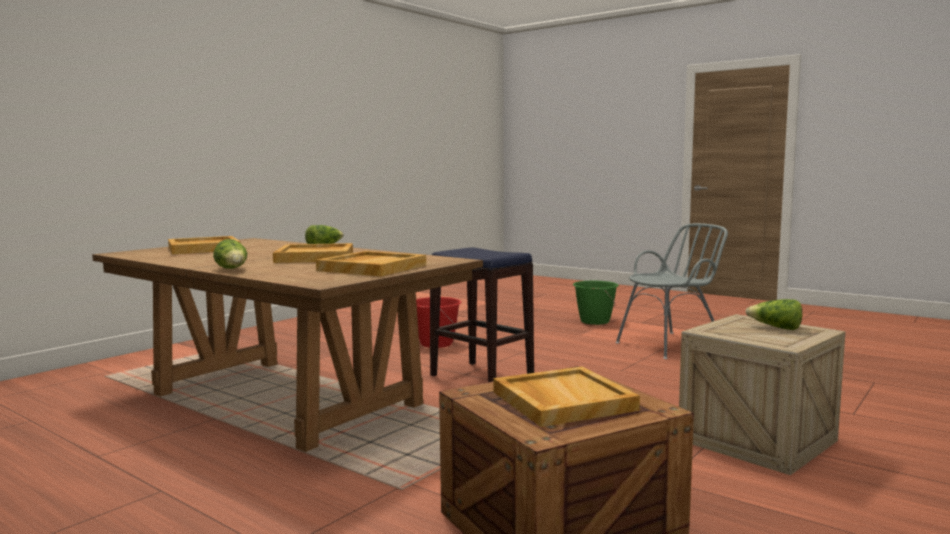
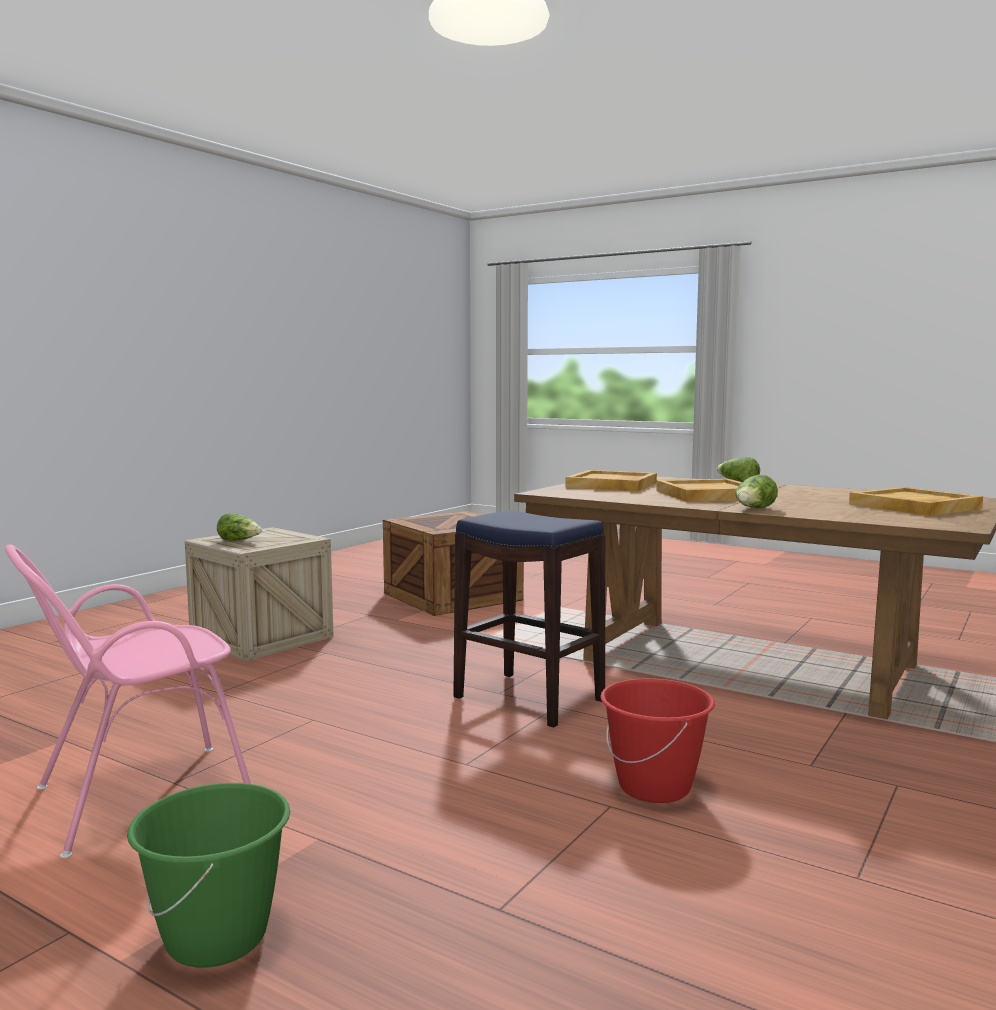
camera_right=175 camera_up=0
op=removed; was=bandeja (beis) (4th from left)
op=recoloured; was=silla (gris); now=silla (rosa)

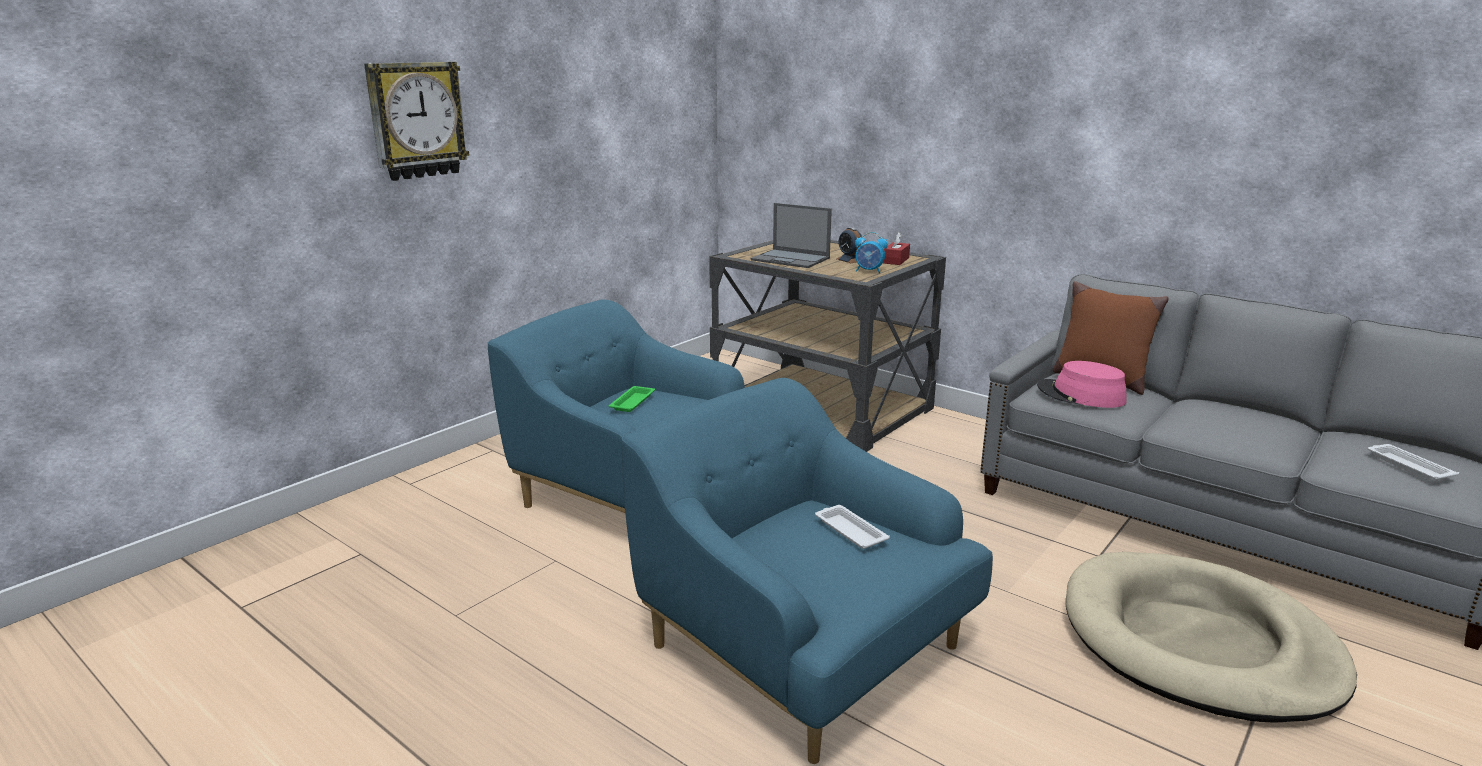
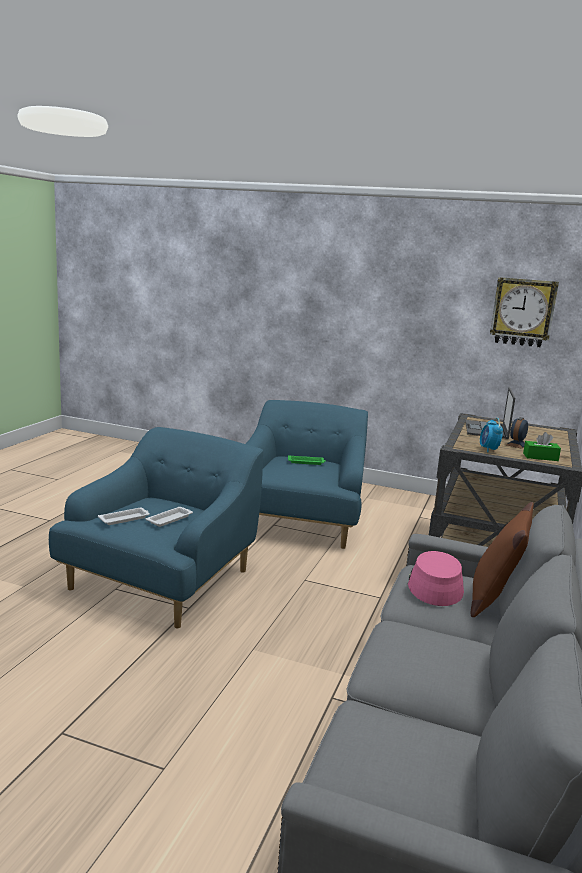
camera_right=70 camera_up=-5
op=moved; was=reloj de pared
op=recoloured; was=caja de pañuelos (rojo); now=caja de pañuelos (verde)
op=removed; was=cama para perro (beis)
op=moved; was=bandeja (blanco) (2nd from left in the first image); now=bandeja (blanco) (1st from left)

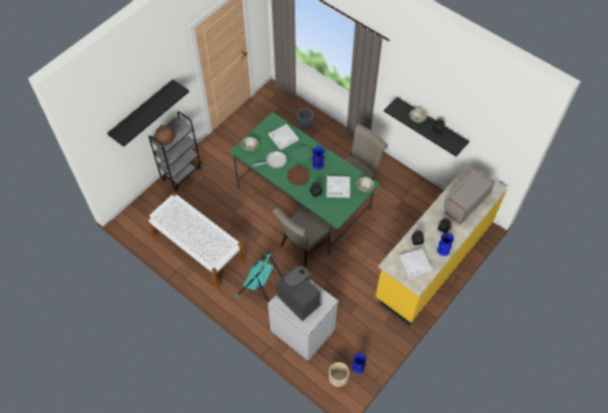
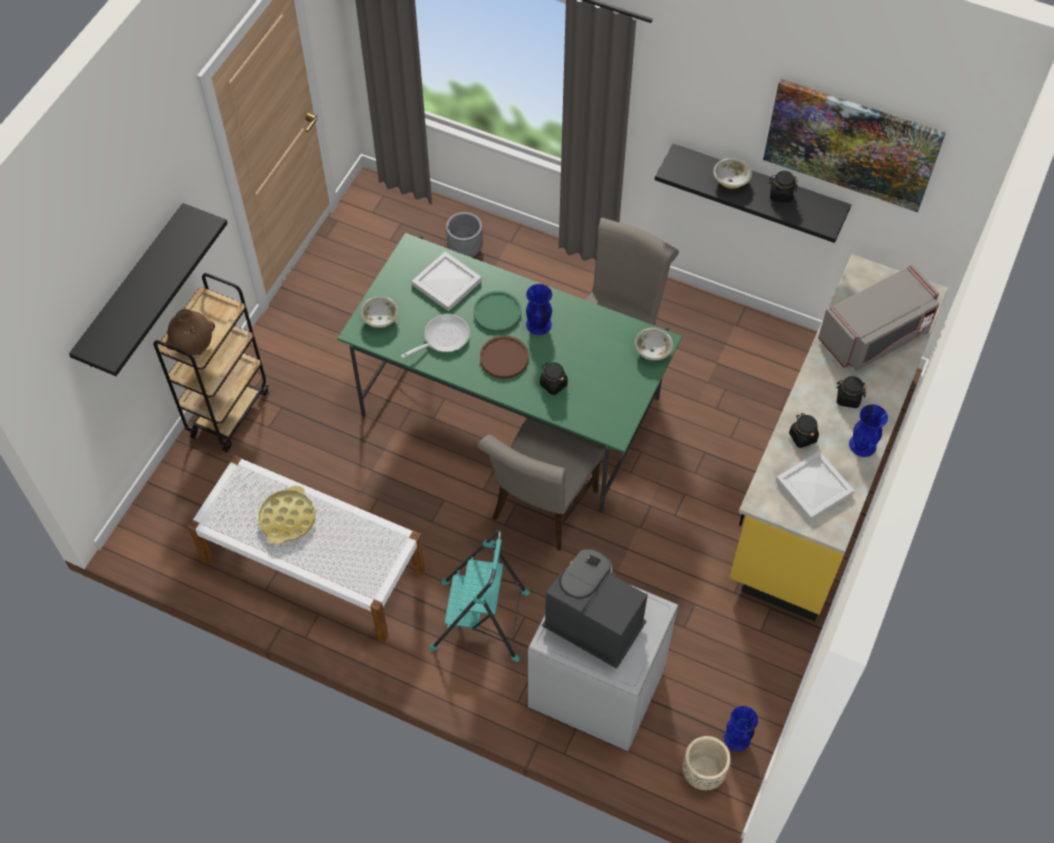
camera_right=-15 camera_up=0
op=recoloured; was=carrito (gris); now=carrito (marrón)
op=removed; was=bandeja (blanco) (2nd from left)
op=turned; was=microondas (gris); clockwise=-150
op=added; now=bandeja (amarillo)
op=added; now=cuadro

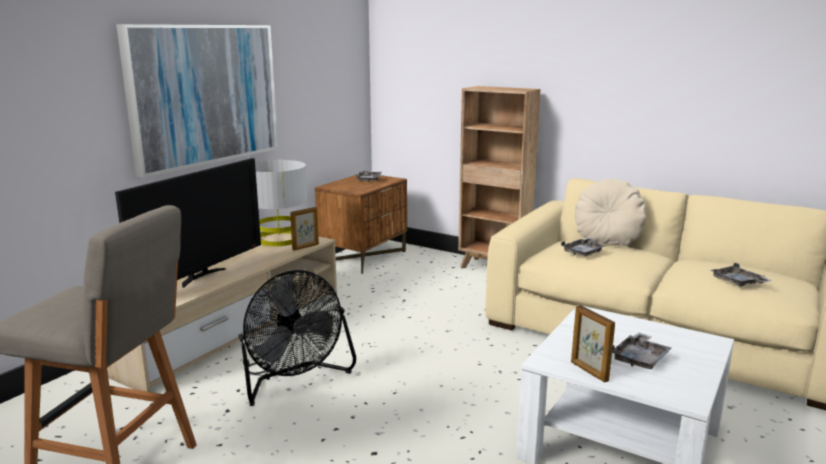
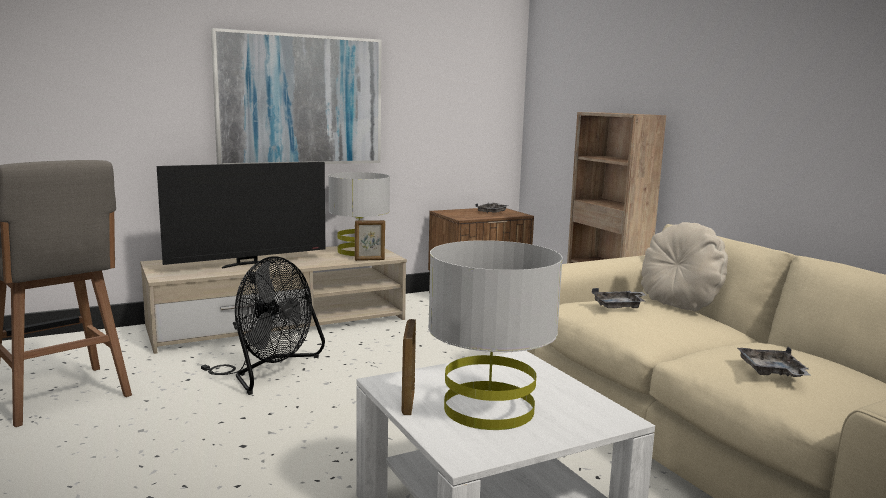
camera_right=30 camera_up=-5
op=turned; was=ventilador (negro); clockwise=-60
op=replaced; was=bandeja (gris) (3rd from left); now=lámpara de mesa (gris) (2nd from left)

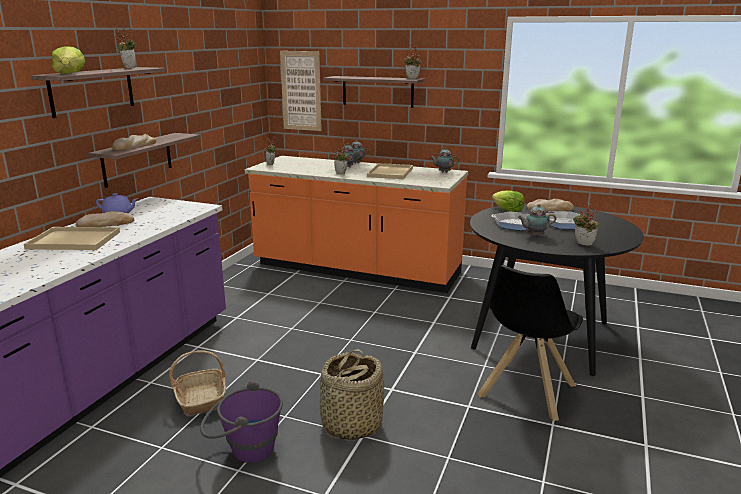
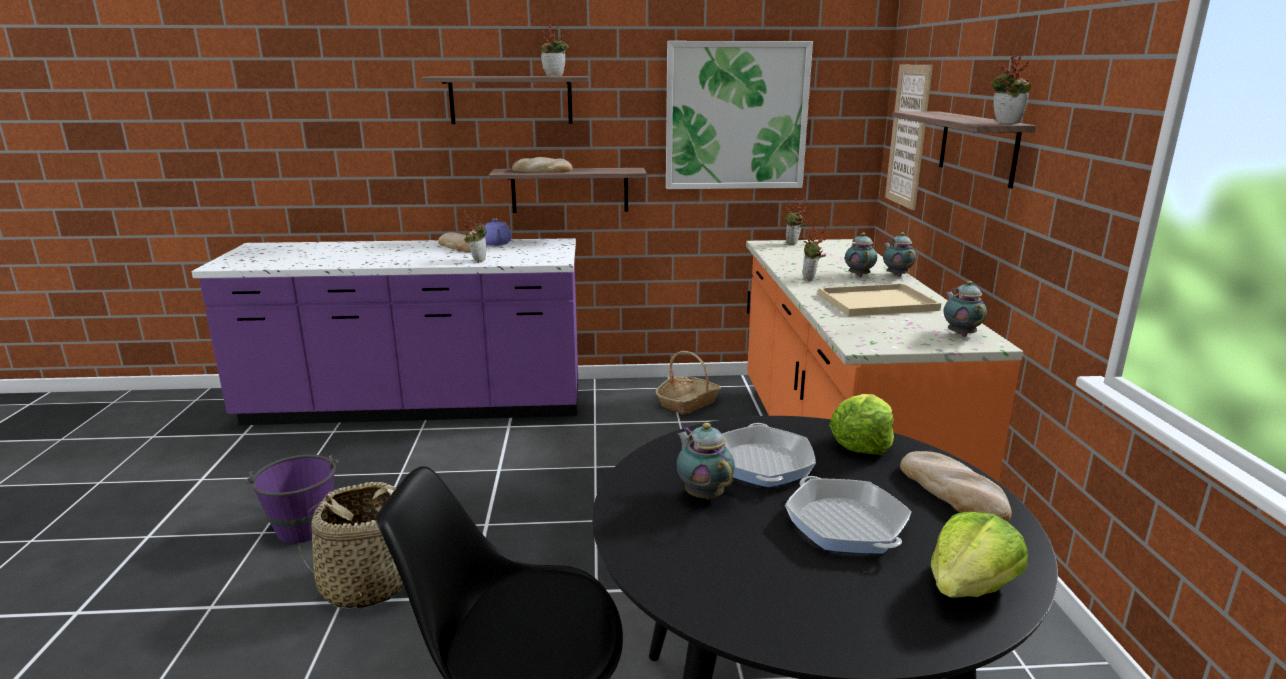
camera_right=65 camera_up=0
op=removed; was=bandeja (beis) (1st from left)
op=moved; was=lechuga (1st from left in the first image); now=lechuga (2nd from left)
op=moved; was=cesta (1st from left in the first image); now=cesta (2nd from left)
op=moved; was=planta en maceta (5th from left in the first image); now=planta en maceta (1st from left)
op=added; now=cuadro (1st from left)

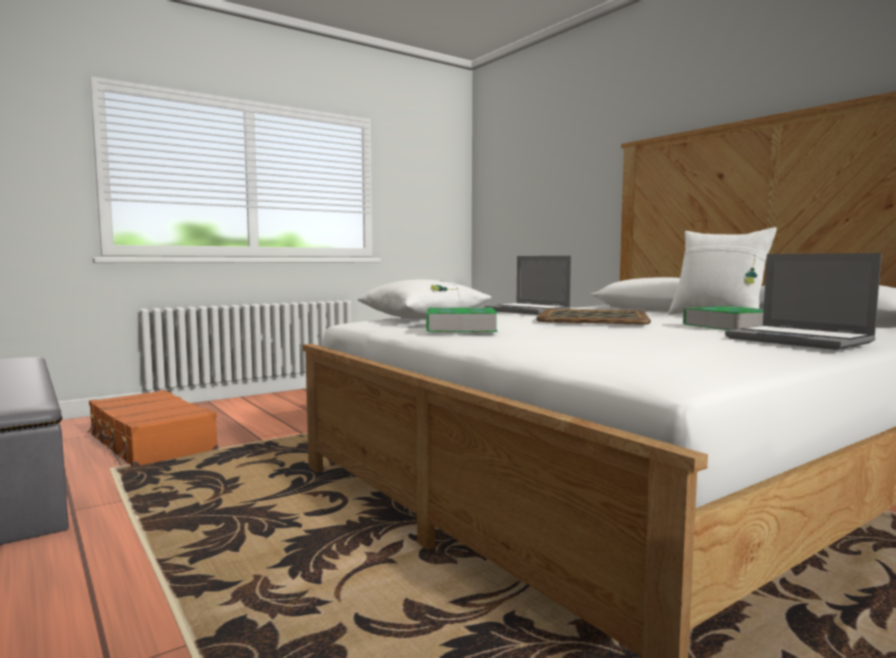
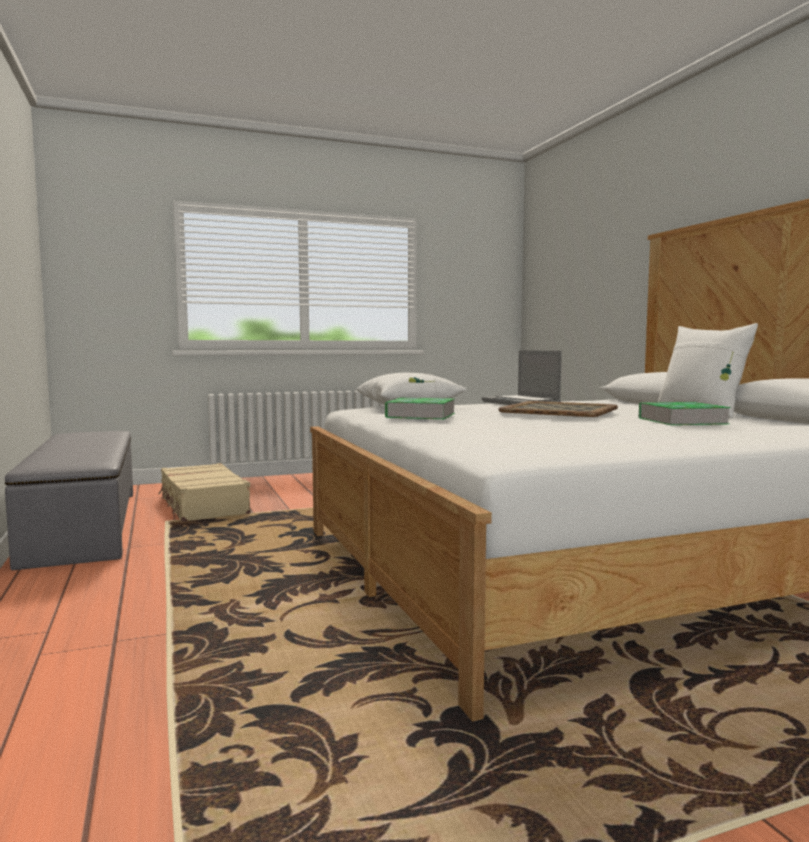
camera_right=15 camera_up=0
op=recoloured; was=maleta (naranja); now=maleta (beis)
op=removed; was=portátil (2nd from left)

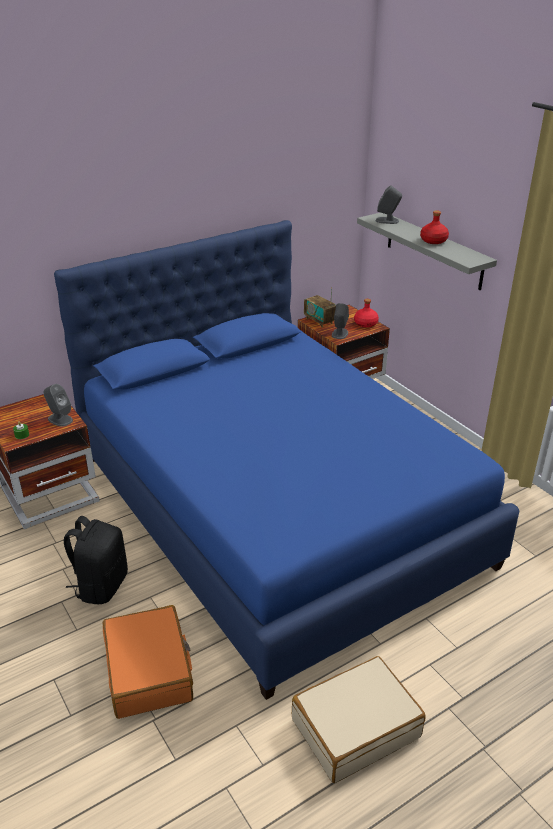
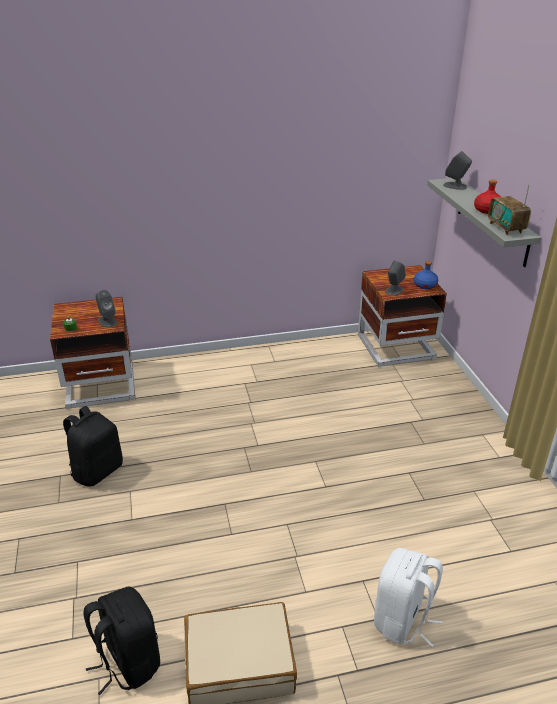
camera_right=20 camera_up=0
op=removed; was=cama (azul)
op=removed; was=maleta (naranja)
op=moved; was=radio
op=recoloured; was=botella (rojo) (1st from left); now=botella (azul)
op=added; now=mochila (negro) (2nd from left)
op=added; now=mochila (blanco)

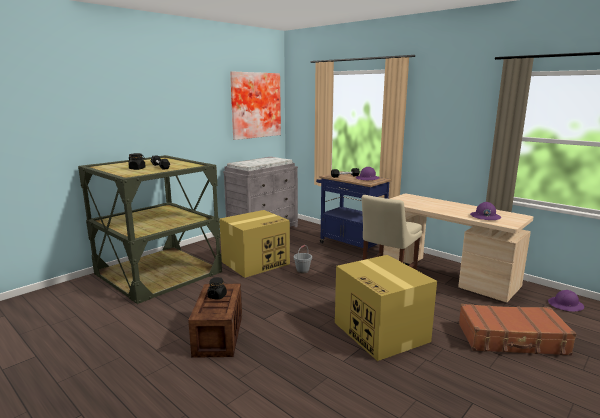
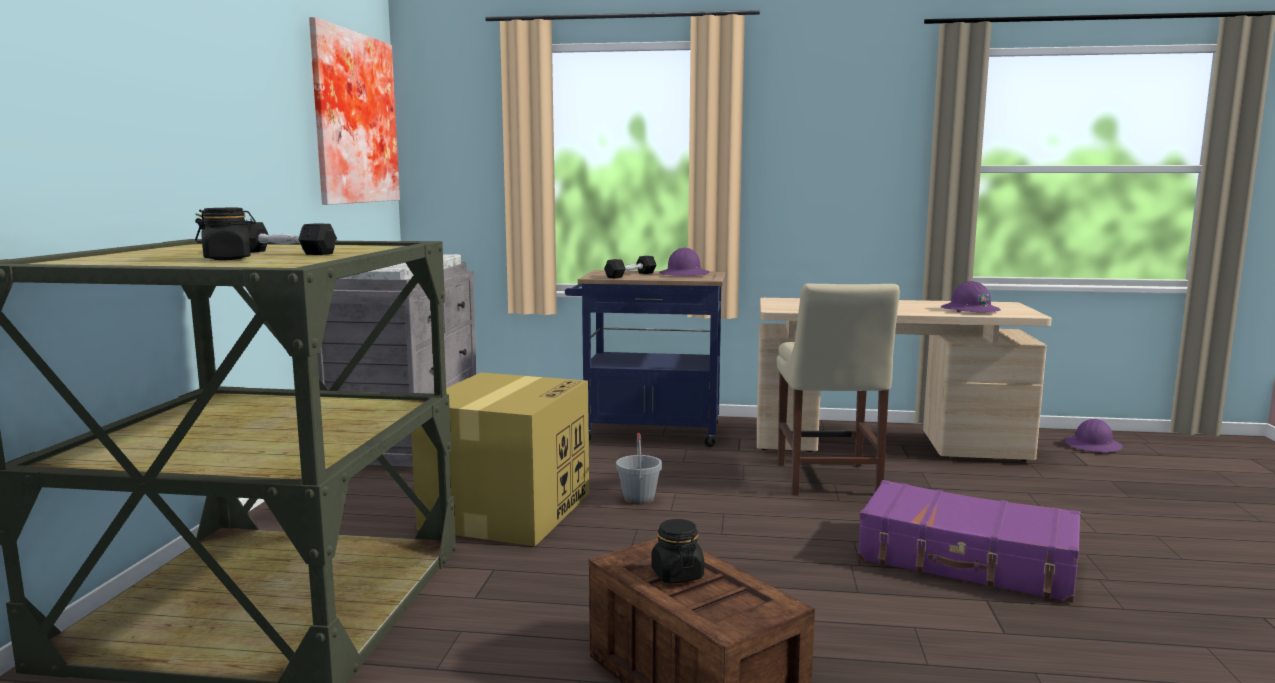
camera_right=-35 camera_up=-5
op=replaced; was=caja de cartón (2nd from left); now=maleta (morado)
op=removed; was=maleta (marrón)

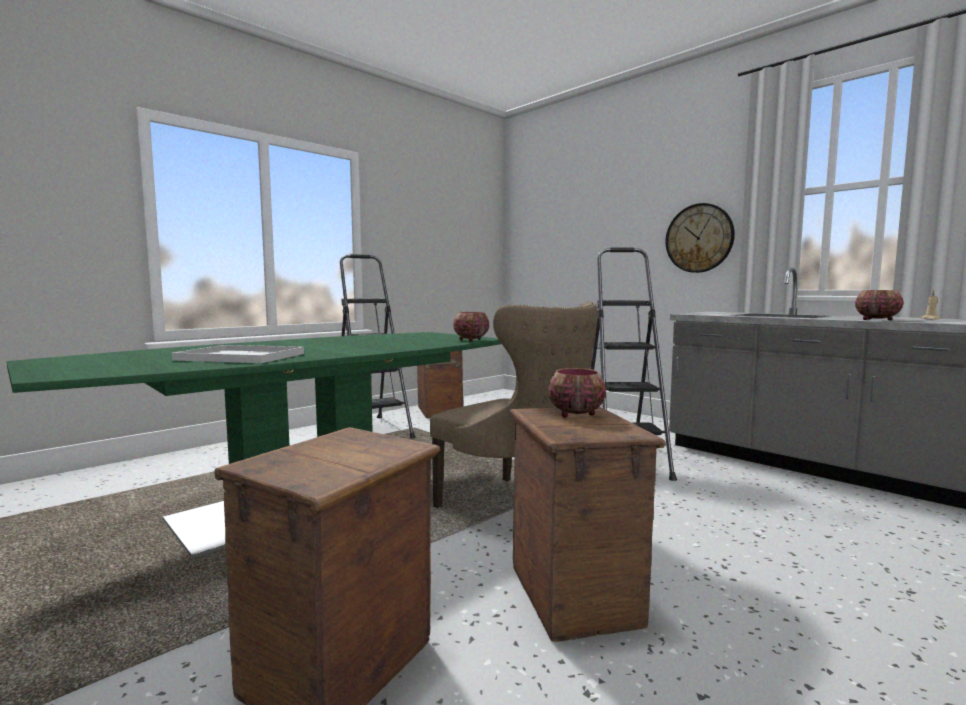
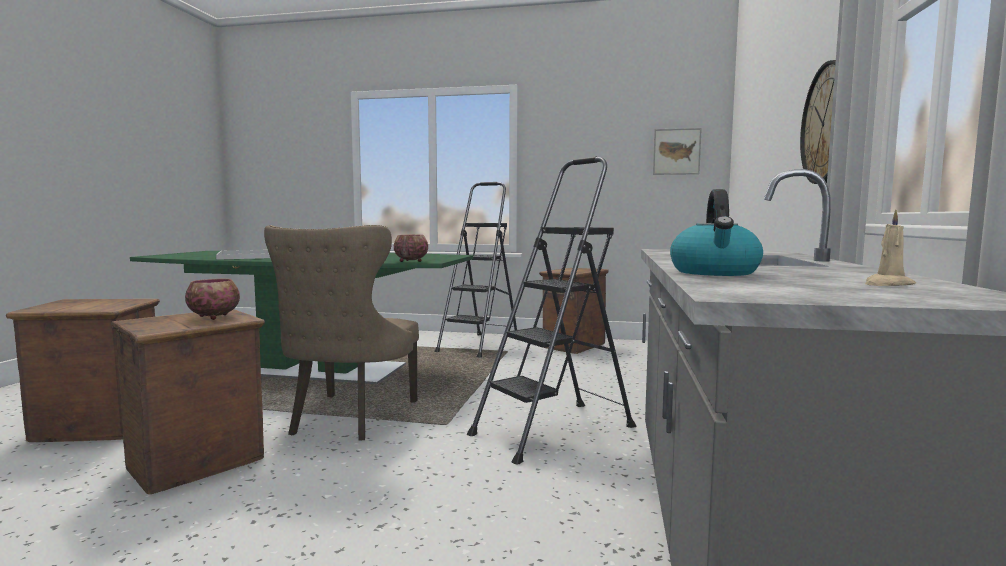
camera_right=55 camera_up=0
op=replaced; was=cuenco (3rd from left); now=hervidor
op=added; now=cuadro

